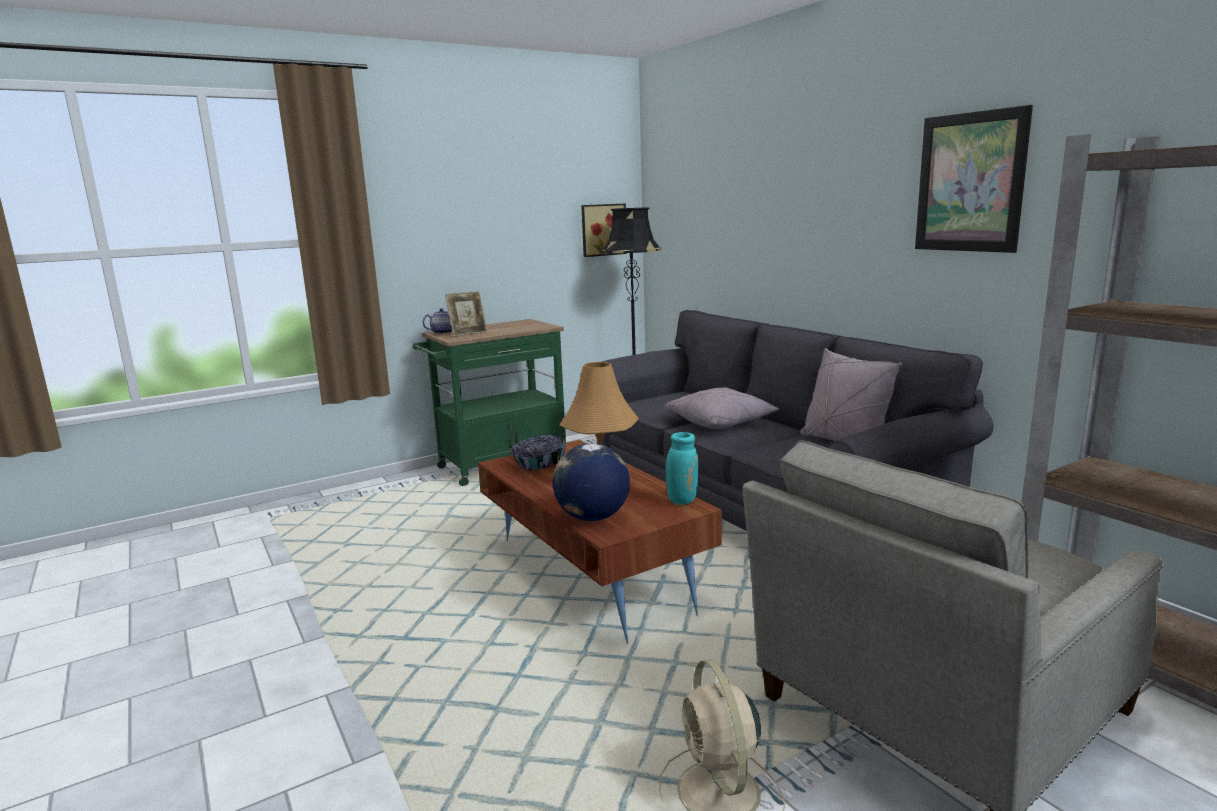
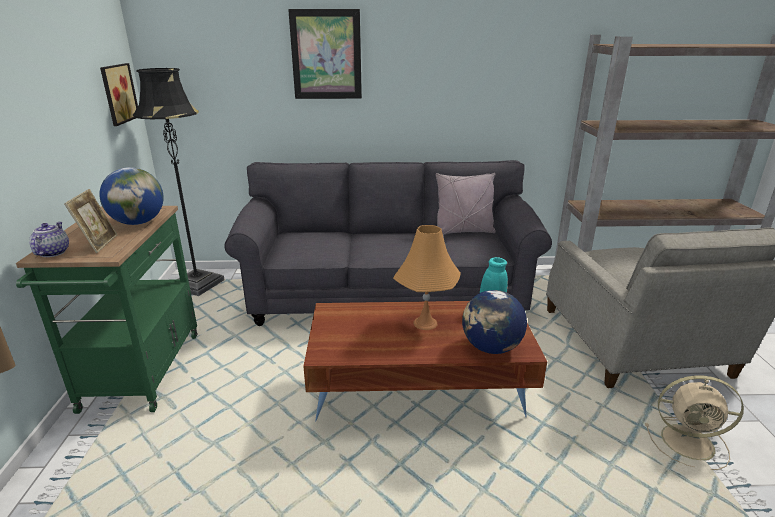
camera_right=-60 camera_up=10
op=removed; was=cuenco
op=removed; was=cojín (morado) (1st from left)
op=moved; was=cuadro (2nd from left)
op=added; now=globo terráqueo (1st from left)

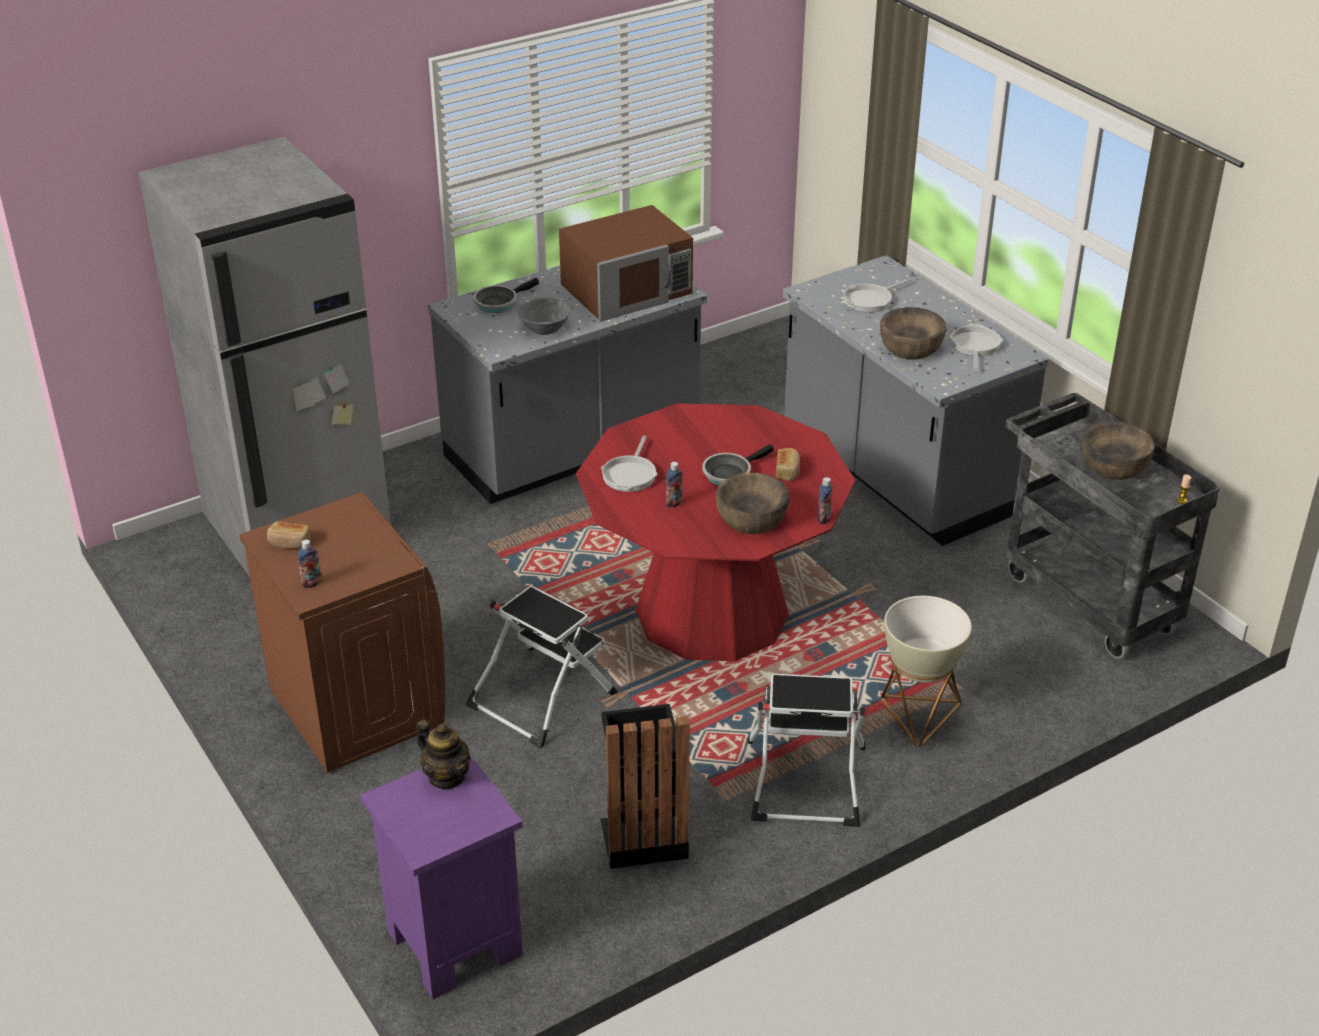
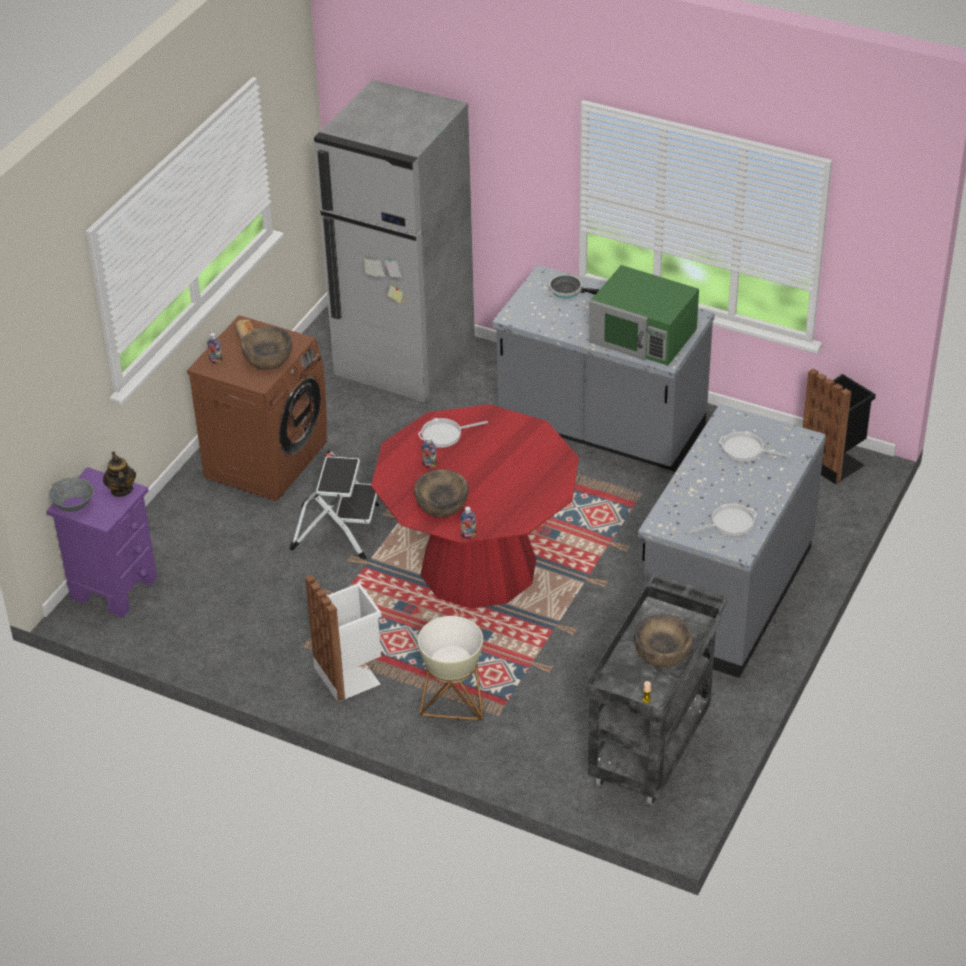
camera_right=60 camera_up=5
op=turned; was=tetera; clockwise=150
op=moved; was=cuenco (gris)
op=recoloured; was=microondas (marrón); now=microondas (verde)
op=moved; was=papelera (negro)
op=removed; was=sartén (3rd from left)
op=replaced; was=escalera de tijera (2nd from left); now=papelera (blanco)
op=removed; was=pan (2nd from left)
op=moved; was=cuenco (marrón) (2nd from left in the first image); now=cuenco (marrón) (1st from left)

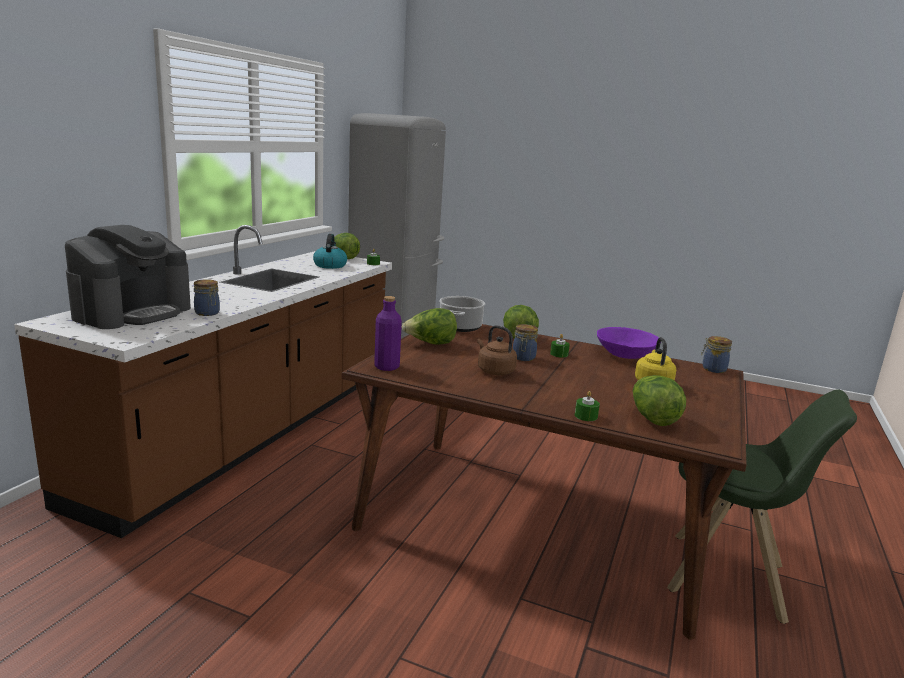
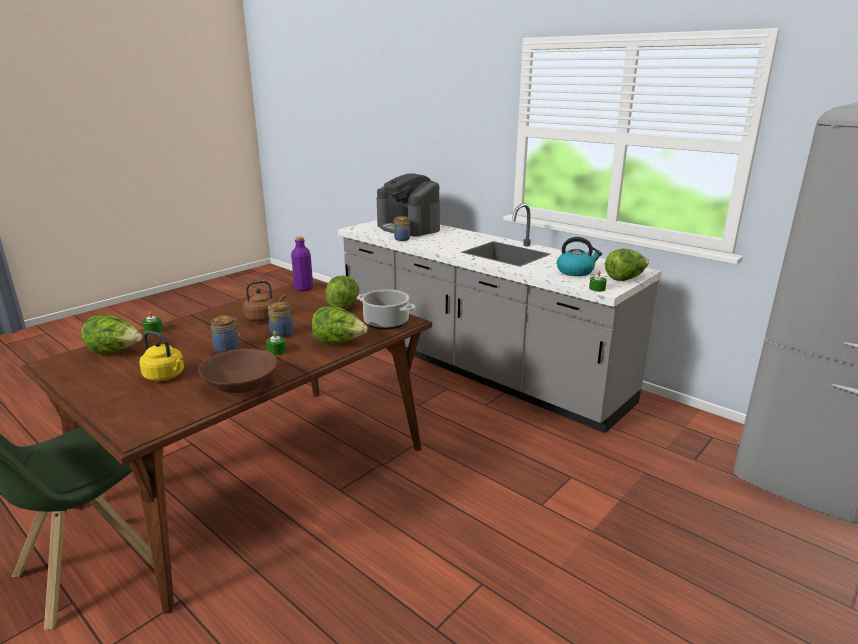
camera_right=110 camera_up=5
op=recoloured; was=mueble bajo de cocina (marrón); now=mueble bajo de cocina (gris)
op=recoloured; was=cuenco (morado); now=cuenco (marrón)
op=moved; was=tarro (3rd from left in the first image); now=tarro (1st from left)

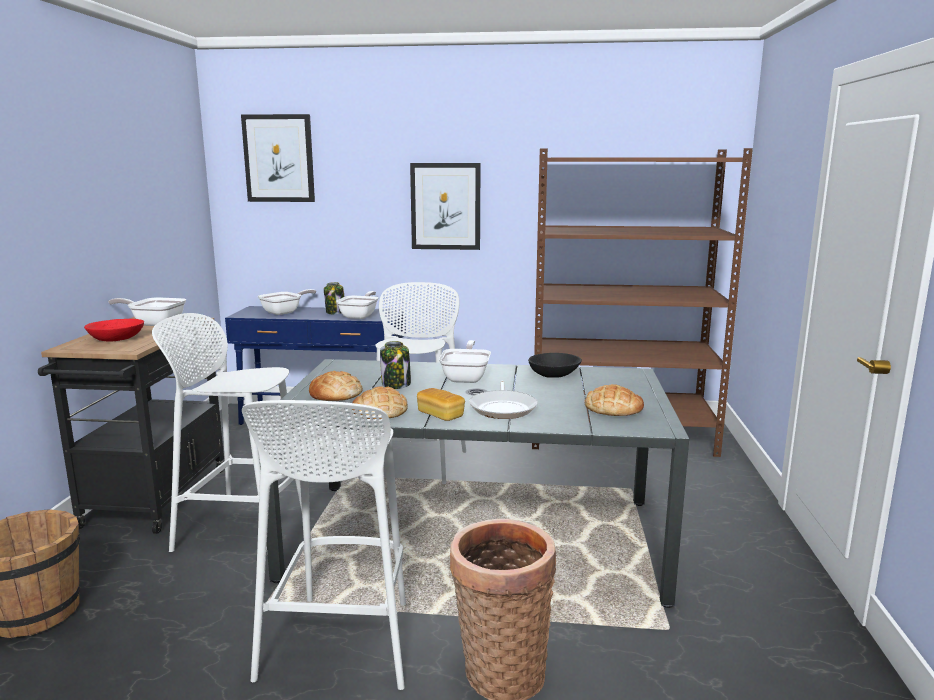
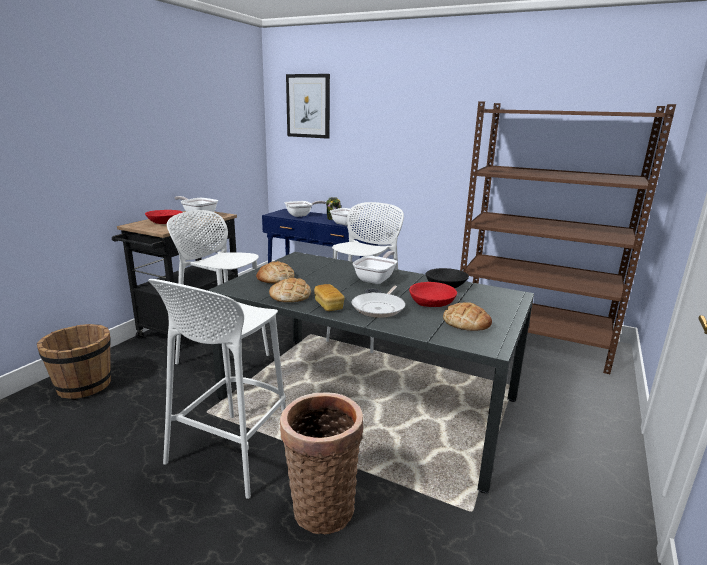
camera_right=20 camera_up=5
op=removed; was=tarro (2nd from left)
op=removed; was=cuadro (2nd from left)
op=added; now=cuenco (rojo) (2nd from left)

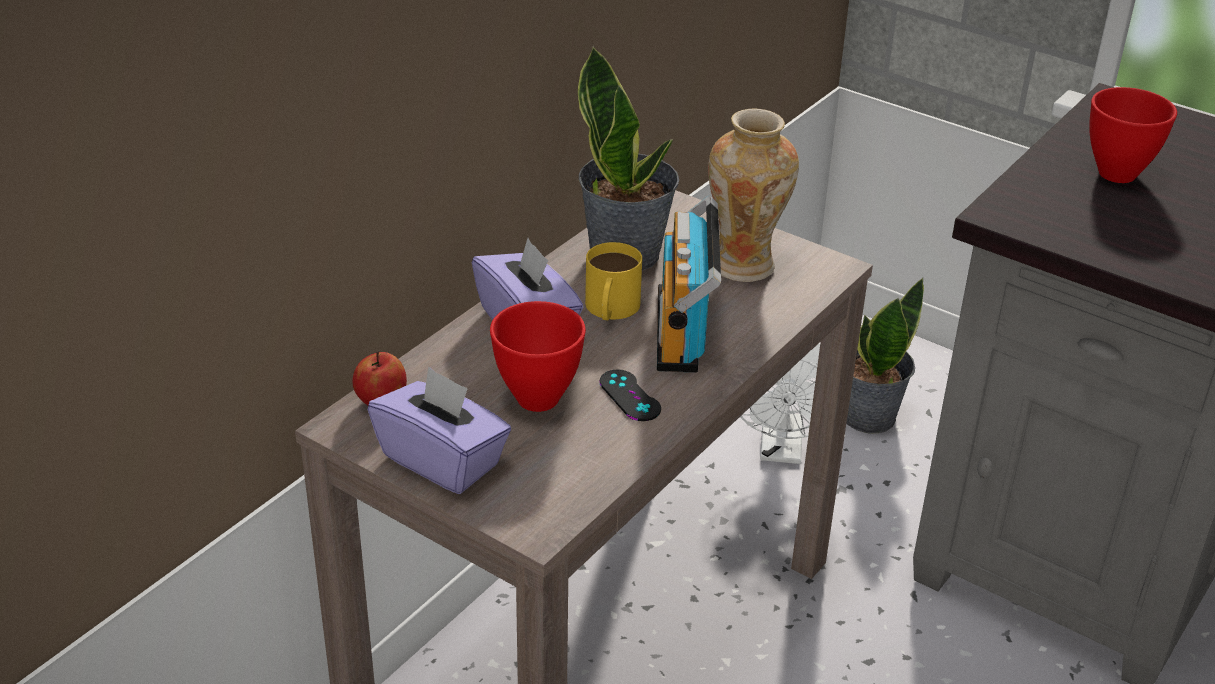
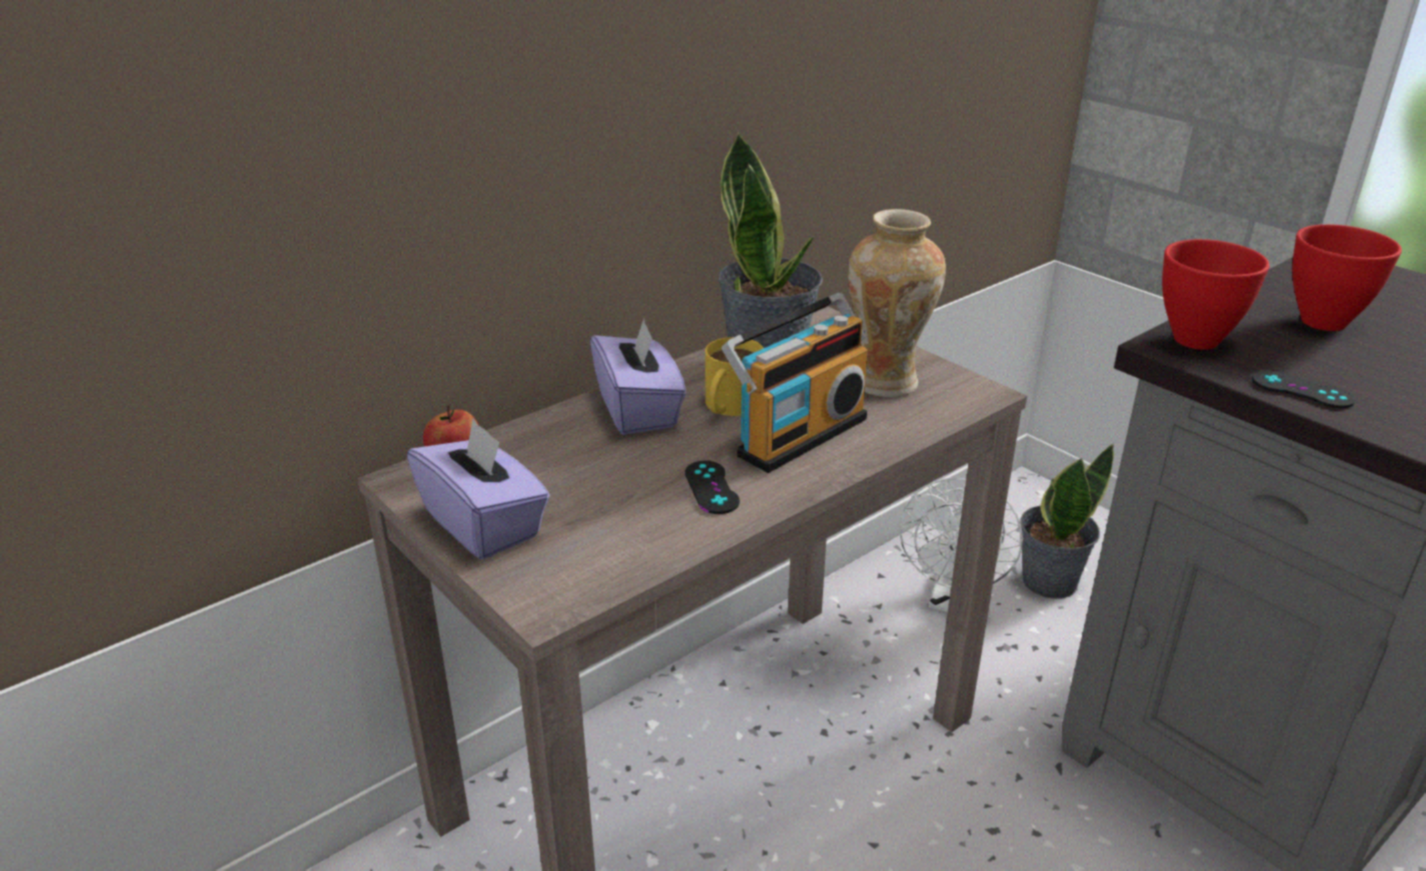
camera_right=15 camera_up=-5
op=moved; was=cuenco (rojo) (1st from left)
op=turned; was=radio; clockwise=-150
op=added; now=mando de consola (negro) (2nd from left)

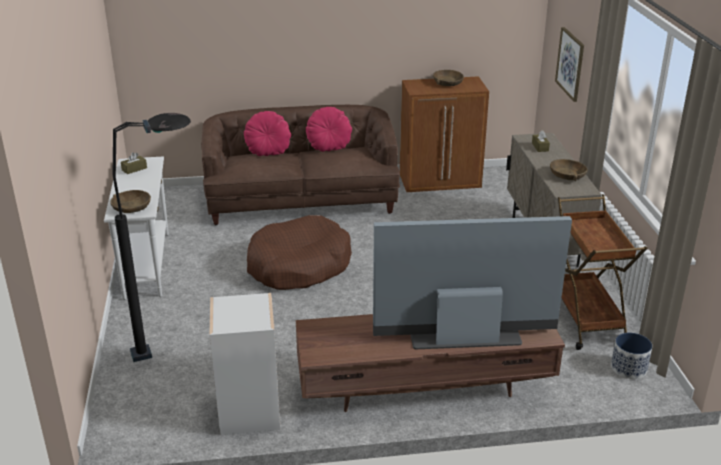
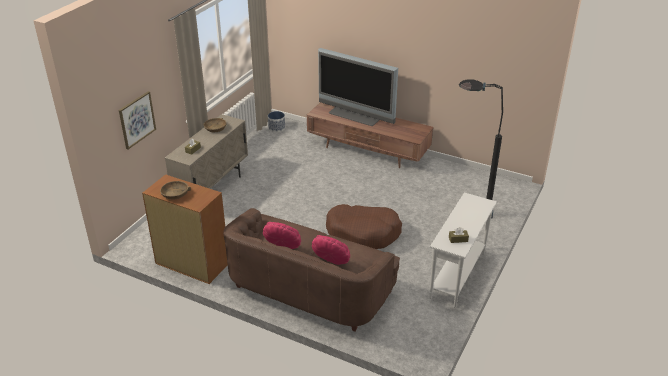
camera_right=-145 camera_up=5
op=removed; was=cuenco (marrón) (1st from left)
op=removed; was=estantería
op=removed; was=carrito (marrón)

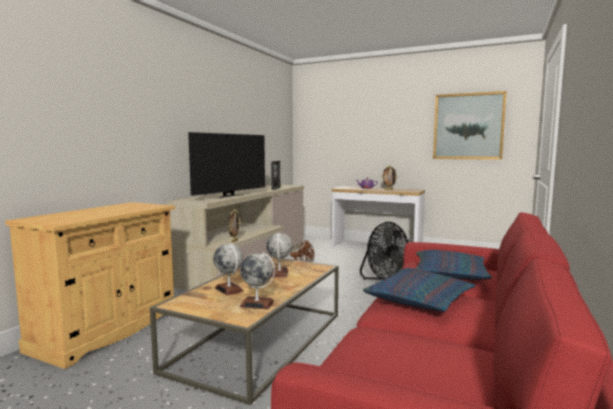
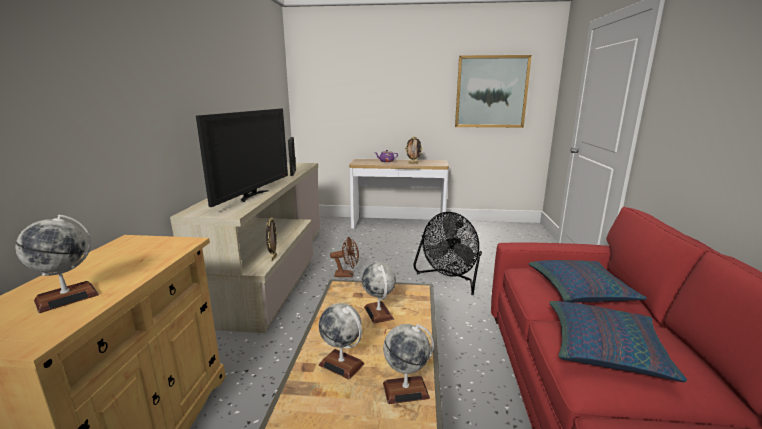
camera_right=-20 camera_up=10
op=added; now=globo terráqueo (1st from left)

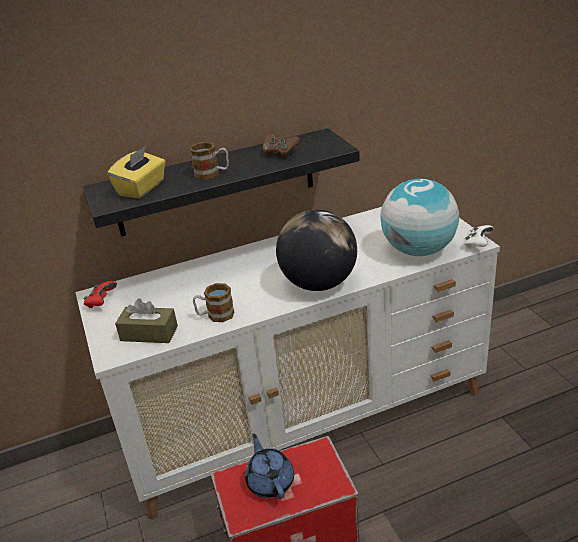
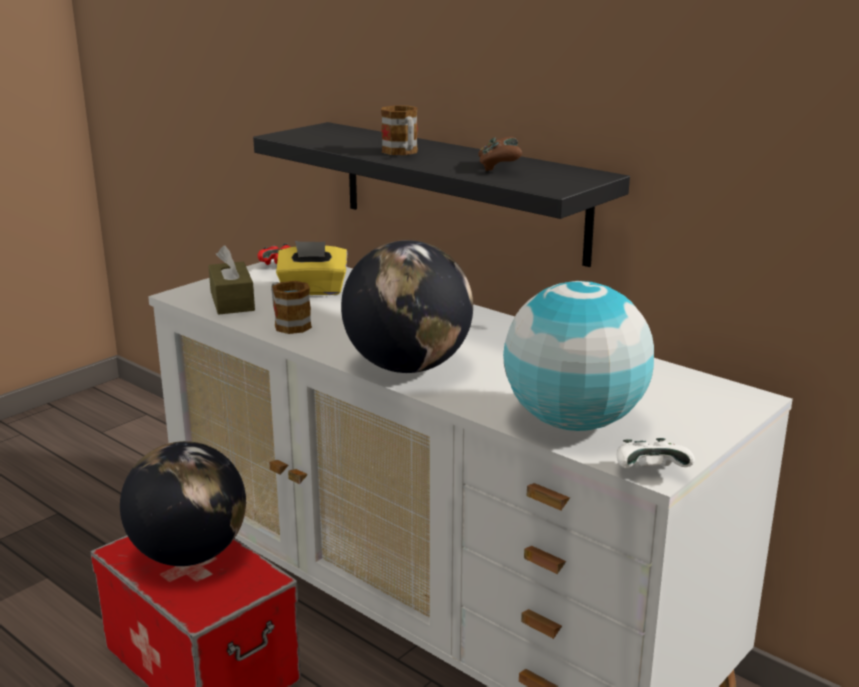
camera_right=60 camera_up=-10
op=moved; was=caja de pañuelos (amarillo)
op=replaced; was=tetera (azul); now=globo terráqueo (1st from left)

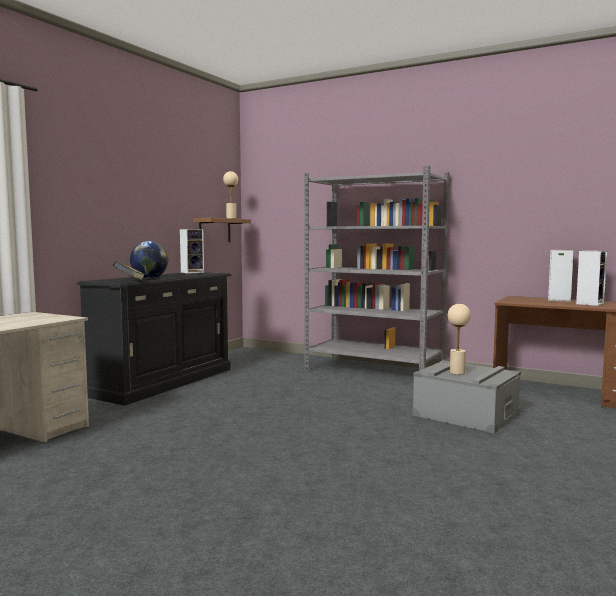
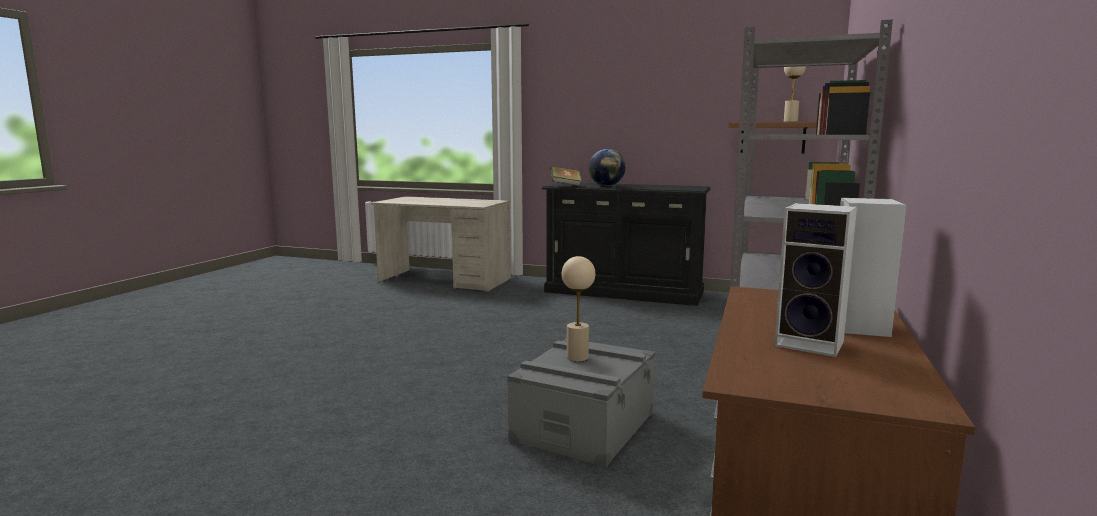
camera_right=80 camera_up=5
op=removed; was=altavoz (1st from left)

